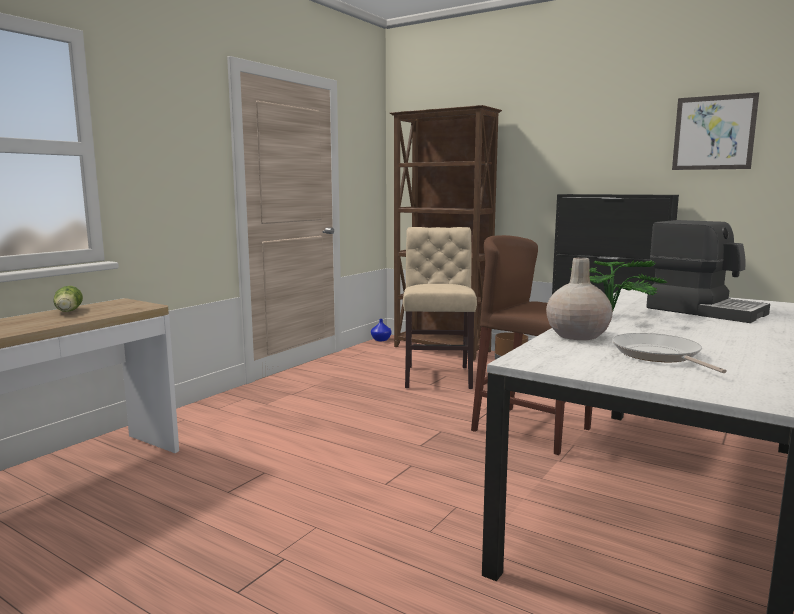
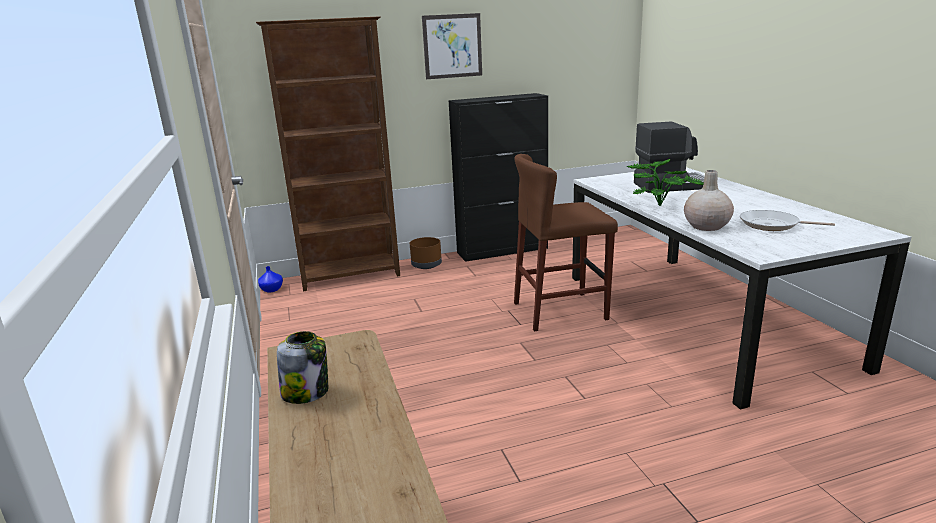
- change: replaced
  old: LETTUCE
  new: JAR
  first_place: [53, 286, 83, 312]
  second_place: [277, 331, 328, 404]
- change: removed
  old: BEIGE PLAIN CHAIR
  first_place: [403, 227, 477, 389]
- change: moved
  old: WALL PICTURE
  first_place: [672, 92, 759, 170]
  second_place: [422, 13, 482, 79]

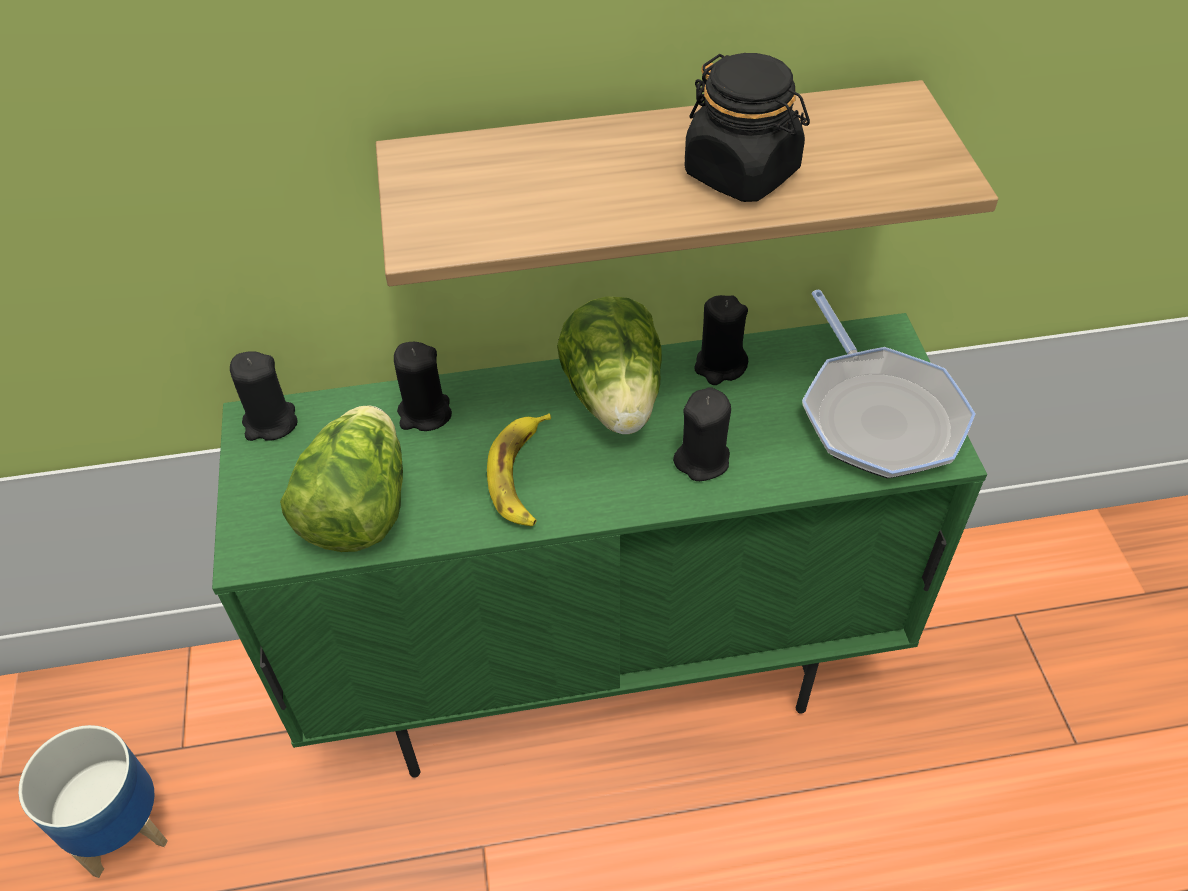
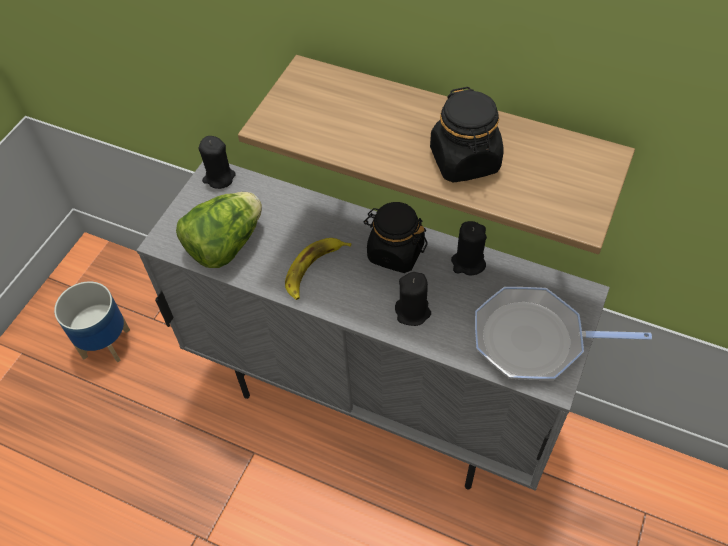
- change: recoloured
  old: GREENISH STORAGE CABINET
  new: GREYISH STORAGE CABINET
  first_place: [212, 313, 987, 778]
  second_place: [137, 162, 610, 491]
- change: removed
  old: BLACK-COLOURED CANDLE
  first_place: [394, 342, 452, 431]
- change: replaced
  old: LETTUCE
  new: BLACK-COLOURED JAR
  first_place: [557, 296, 662, 434]
  second_place: [363, 202, 427, 273]
- change: turned
  old: FRYING PAN
  first_place: [802, 290, 975, 479]
  second_place: [475, 287, 652, 380]
  degrees: 75

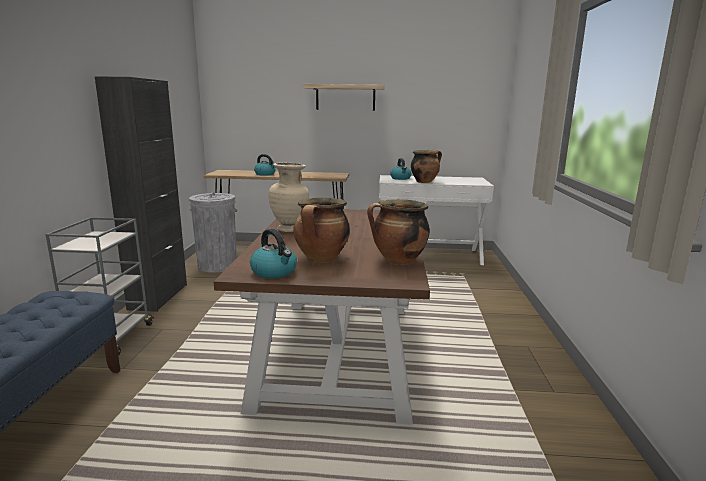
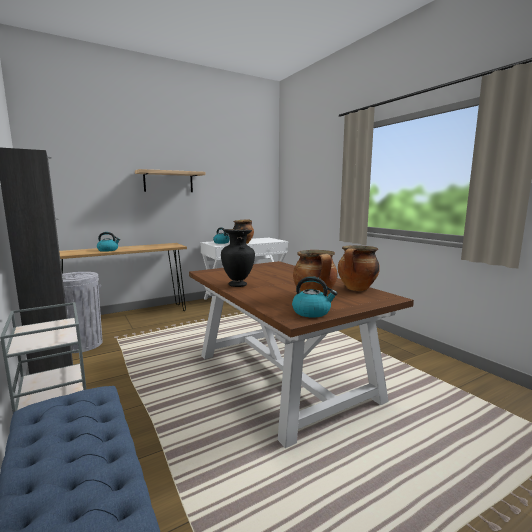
- change: recoloured
  old: BEIGE VASE
  new: BLACK-COLOURED VASE
  first_place: [269, 162, 309, 232]
  second_place: [221, 229, 255, 287]

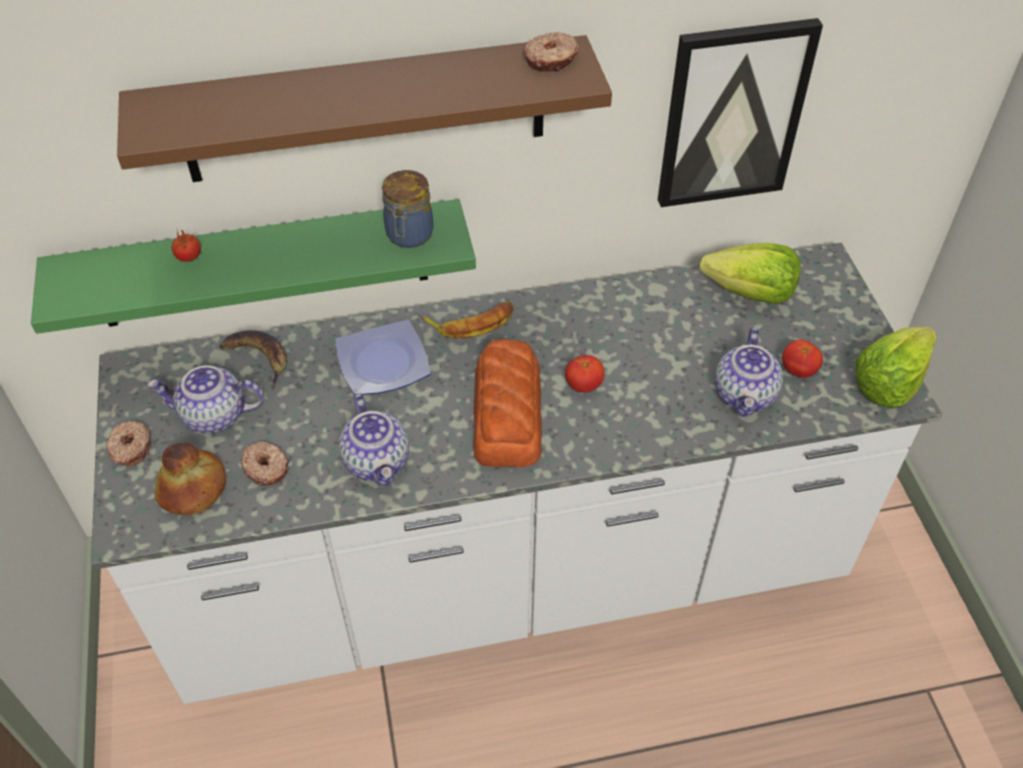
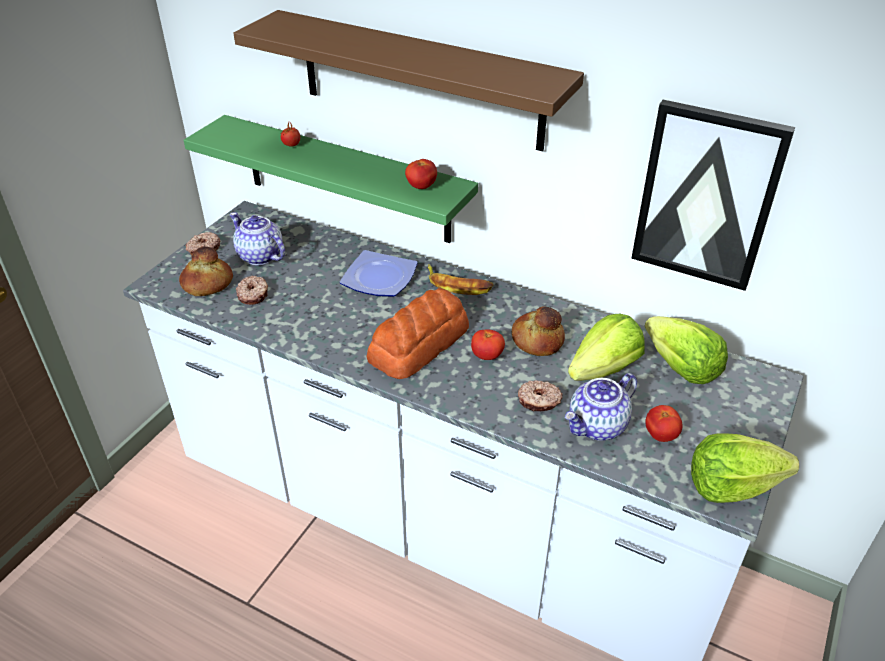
- change: removed
  old: WHOLE BANANA
  first_place: [219, 330, 287, 389]
- change: removed
  old: TEA POT
  first_place: [339, 393, 409, 487]
- change: replaced
  old: JAR
  new: TOMATO
  first_place: [382, 170, 433, 248]
  second_place: [405, 159, 437, 189]
- change: moved
  old: RING DOUGHNUT
  first_place: [523, 32, 580, 72]
  second_place: [518, 380, 563, 411]
- change: added
  new: BREAD
  second_place: [512, 306, 565, 356]
- change: added
  new: LETTUCE
  second_place: [568, 314, 645, 381]

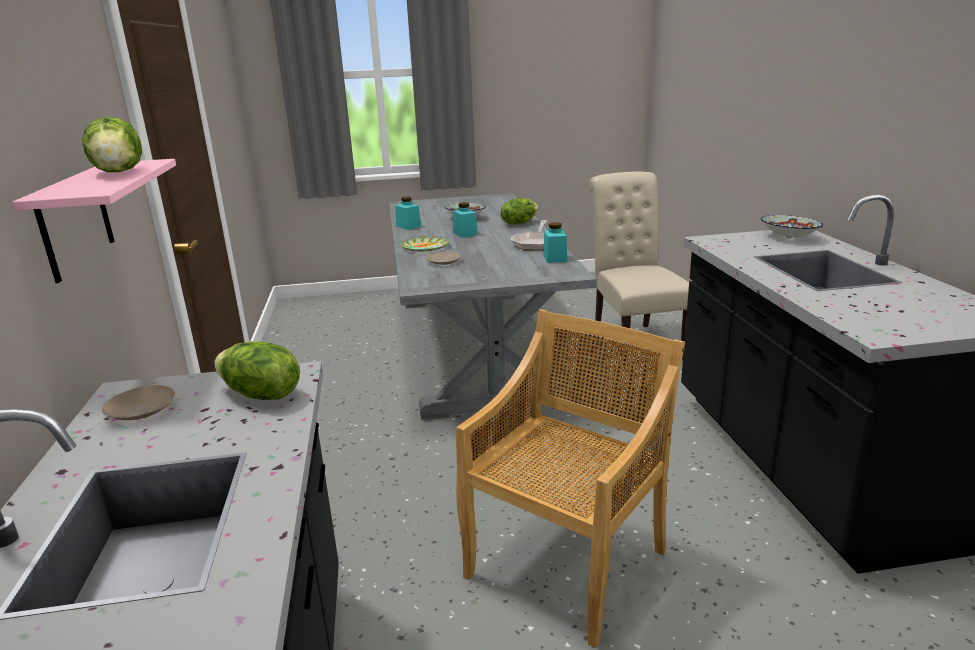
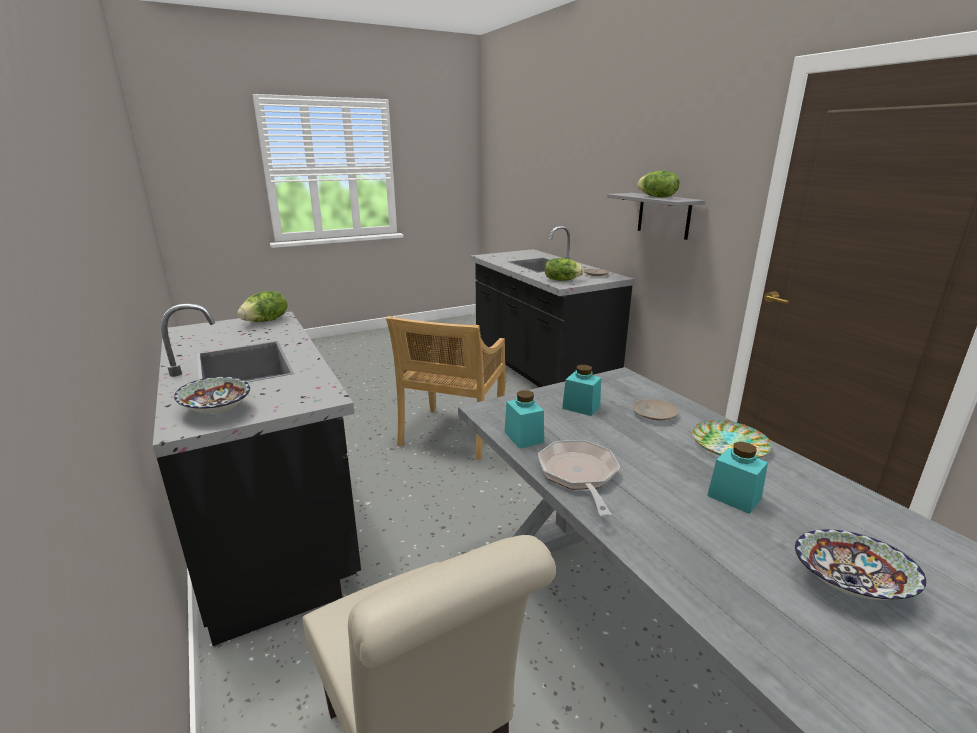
- change: recoloured
  old: PINKISH SHELF
  new: GREYISH SHELF
  first_place: [12, 159, 176, 283]
  second_place: [607, 193, 705, 240]
- change: moved
  old: TURQUOISE JAR
  first_place: [395, 197, 421, 230]
  second_place: [562, 365, 601, 416]
- change: moved
  old: LETTUCE
  first_place: [500, 198, 539, 224]
  second_place: [237, 291, 288, 322]

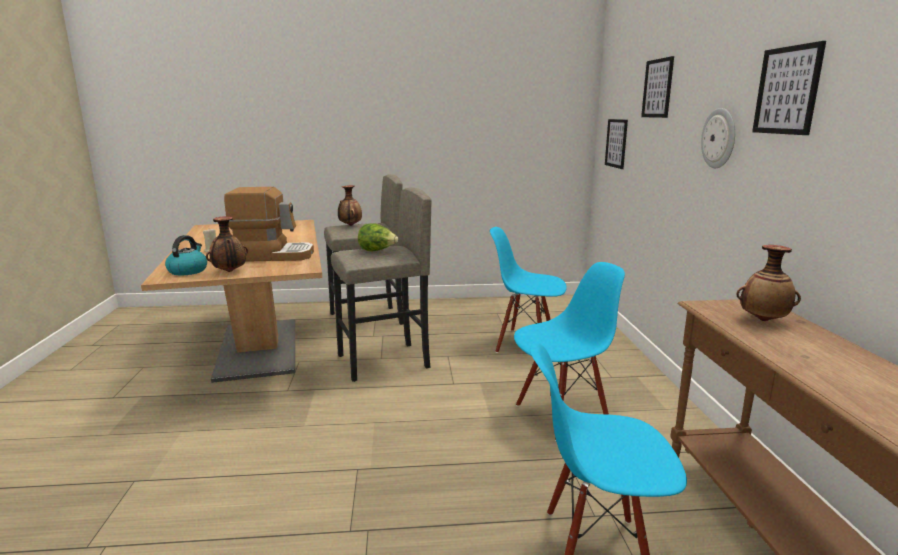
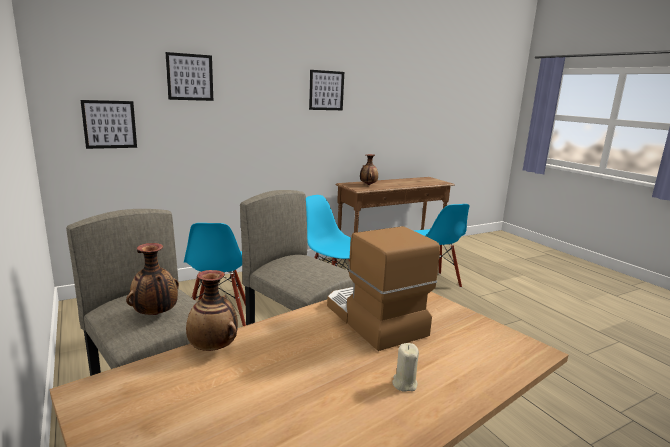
- change: removed
  old: TEA KETTLE
  first_place: [165, 235, 207, 275]
- change: moved
  old: VASE
  first_place: [206, 216, 248, 272]
  second_place: [186, 270, 238, 351]
- change: removed
  old: LETTUCE
  first_place: [358, 223, 398, 252]
- change: removed
  old: CLOCK ON THE WALL
  first_place: [701, 108, 735, 168]

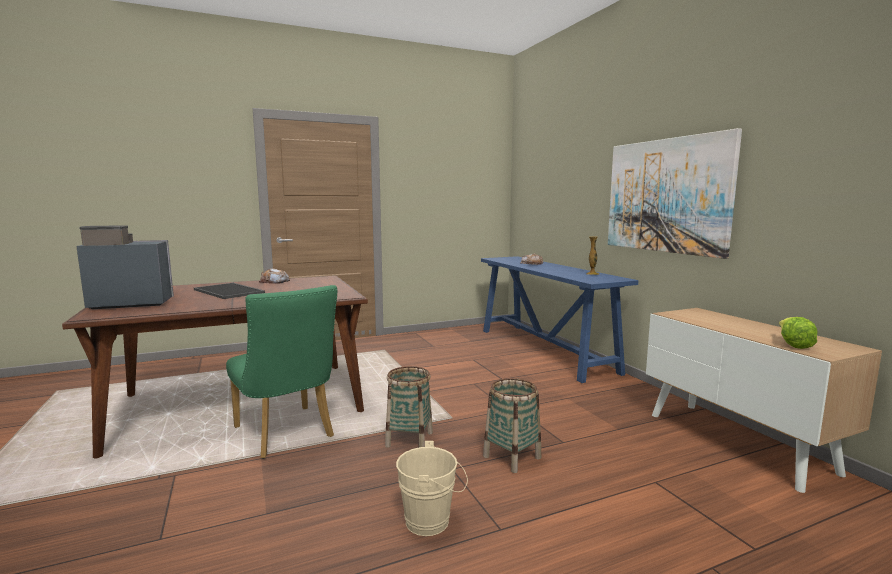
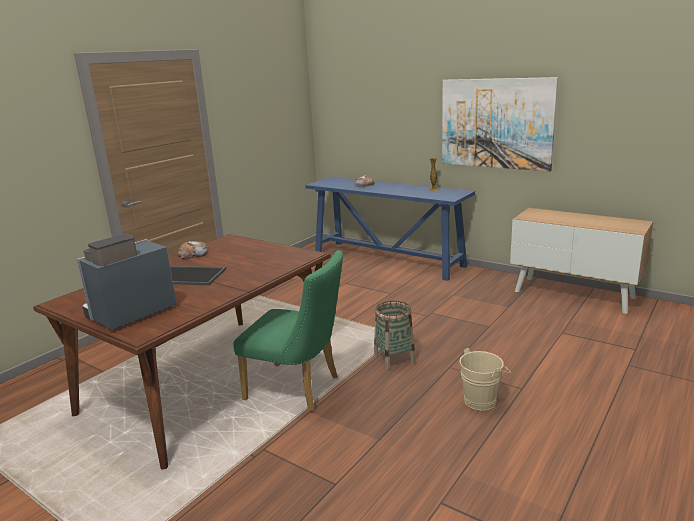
- change: removed
  old: STORAGE BASKET
  first_place: [483, 378, 541, 473]
- change: removed
  old: LETTUCE
  first_place: [779, 317, 818, 349]

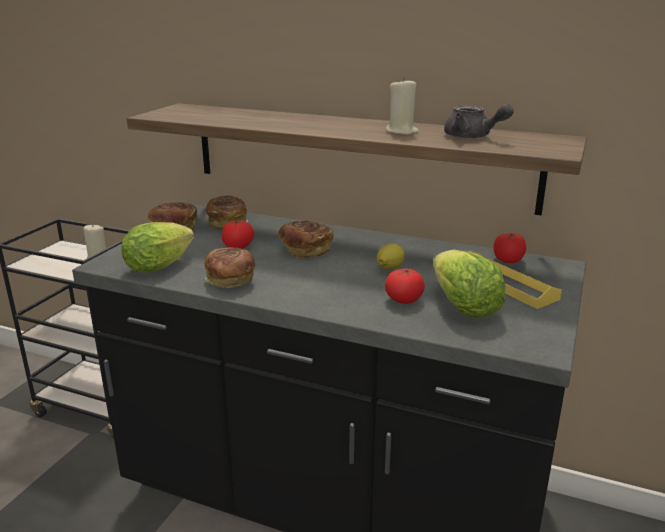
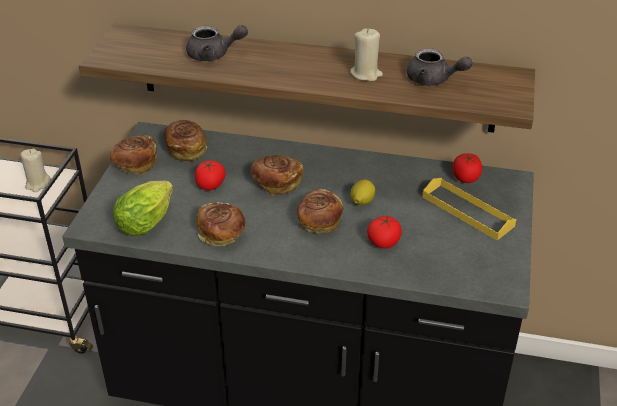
- change: removed
  old: LETTUCE
  first_place: [433, 250, 506, 318]
- change: added
  new: GREYISH TEA POT
  second_place: [186, 25, 248, 61]
- change: added
  new: BREAD
  second_place: [297, 189, 343, 234]

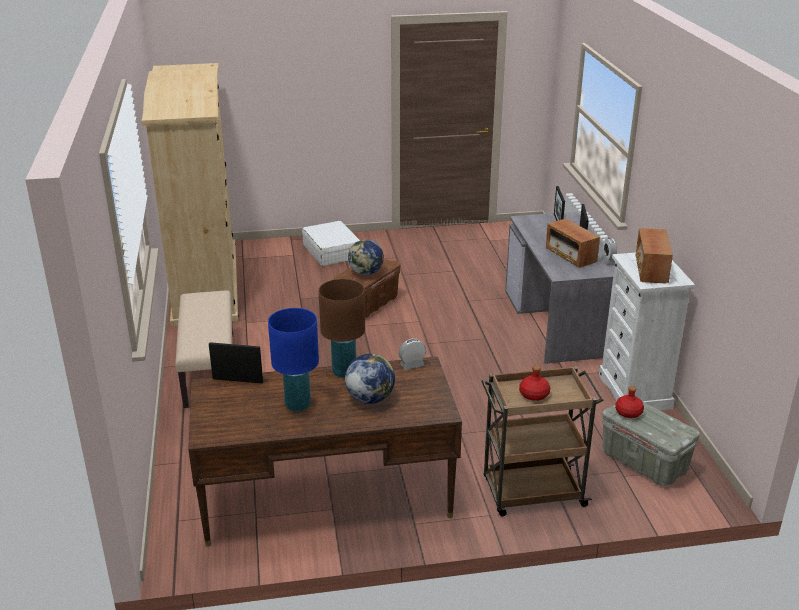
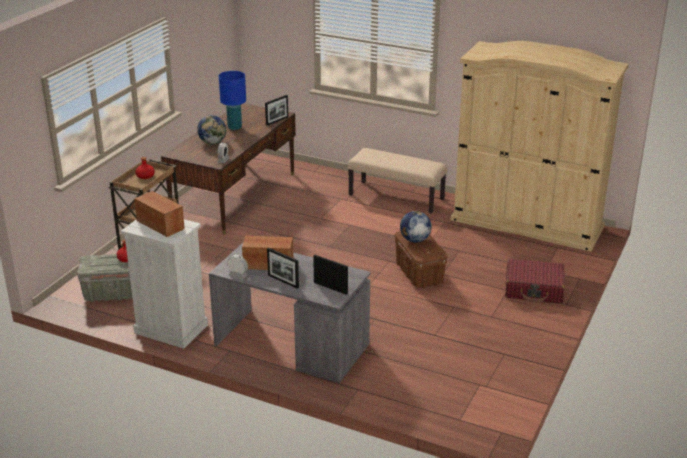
- change: recoloured
  old: WHITISH PIECE OF LUGGAGE
  new: REDDISH PIECE OF LUGGAGE
  first_place: [302, 221, 360, 266]
  second_place: [505, 259, 565, 304]
- change: removed
  old: BROWN TABLETOP LAMP
  first_place: [318, 279, 365, 378]

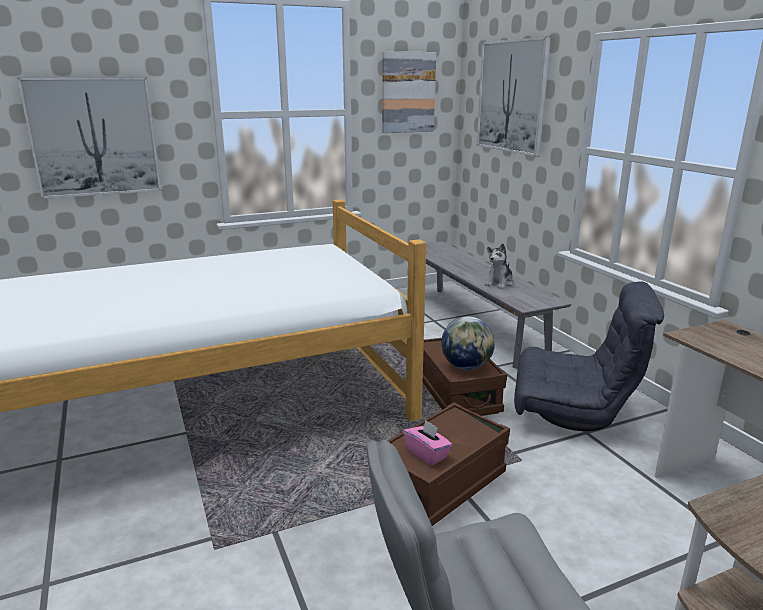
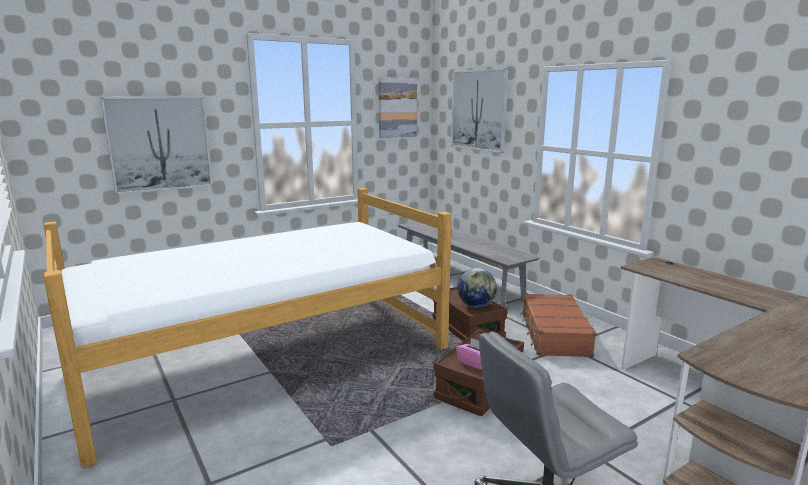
- change: removed
  old: PLUSH TOY
  first_place: [485, 243, 513, 289]
- change: replaced
  old: GREYISH EASY CHAIR
  new: BROWN PIECE OF LUGGAGE
  first_place: [514, 281, 664, 431]
  second_place: [520, 293, 596, 357]

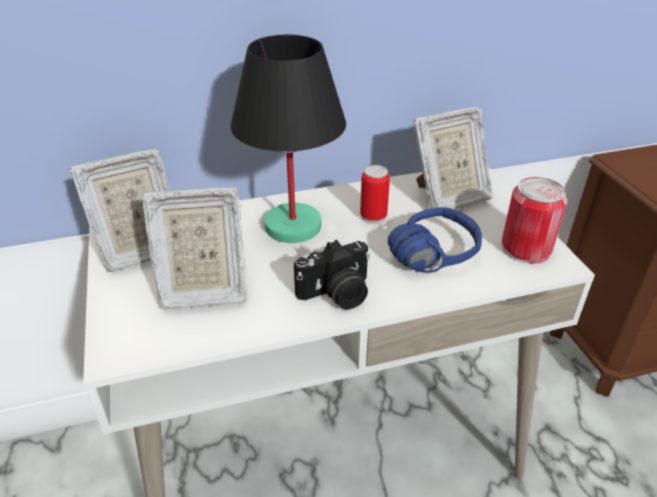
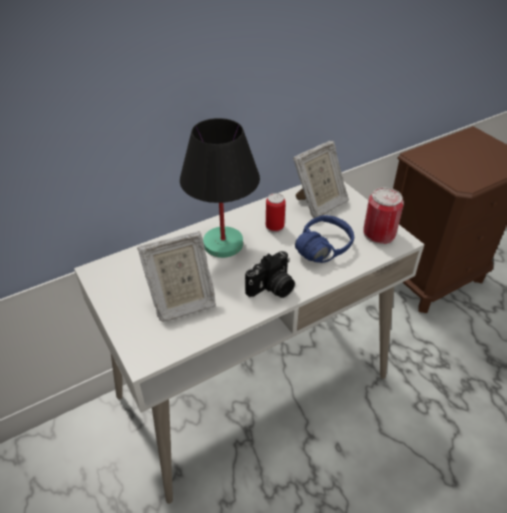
- change: removed
  old: STANDING FRAME
  first_place: [69, 149, 170, 272]

